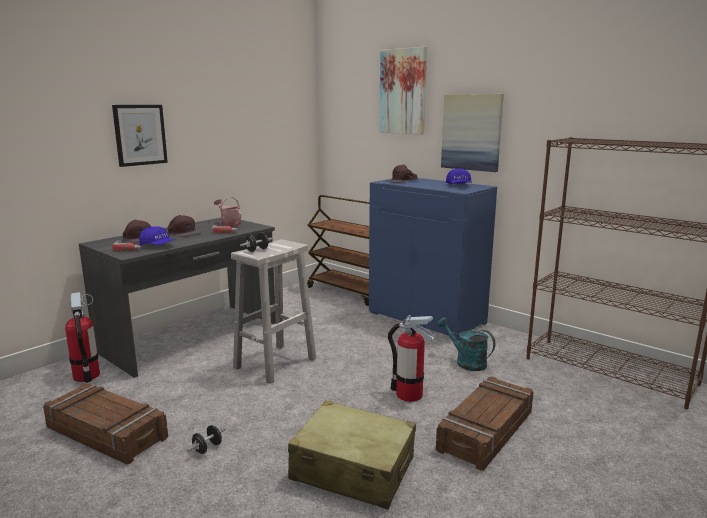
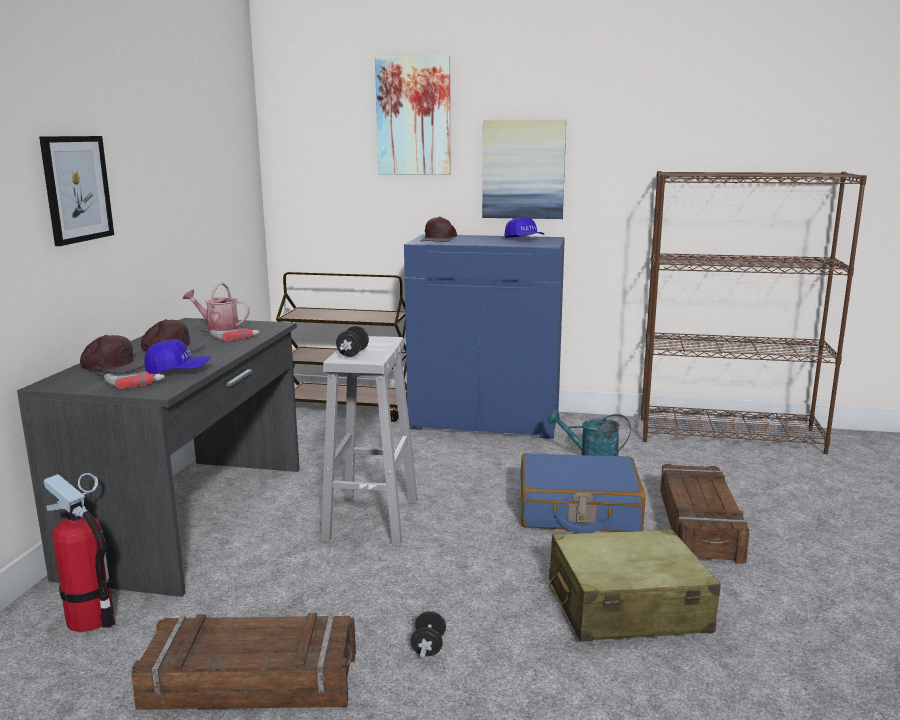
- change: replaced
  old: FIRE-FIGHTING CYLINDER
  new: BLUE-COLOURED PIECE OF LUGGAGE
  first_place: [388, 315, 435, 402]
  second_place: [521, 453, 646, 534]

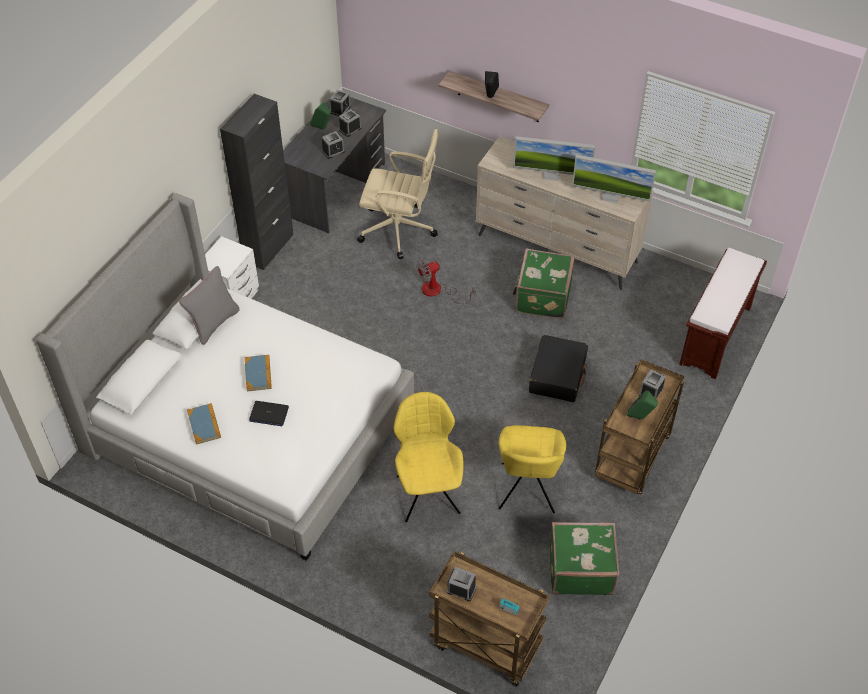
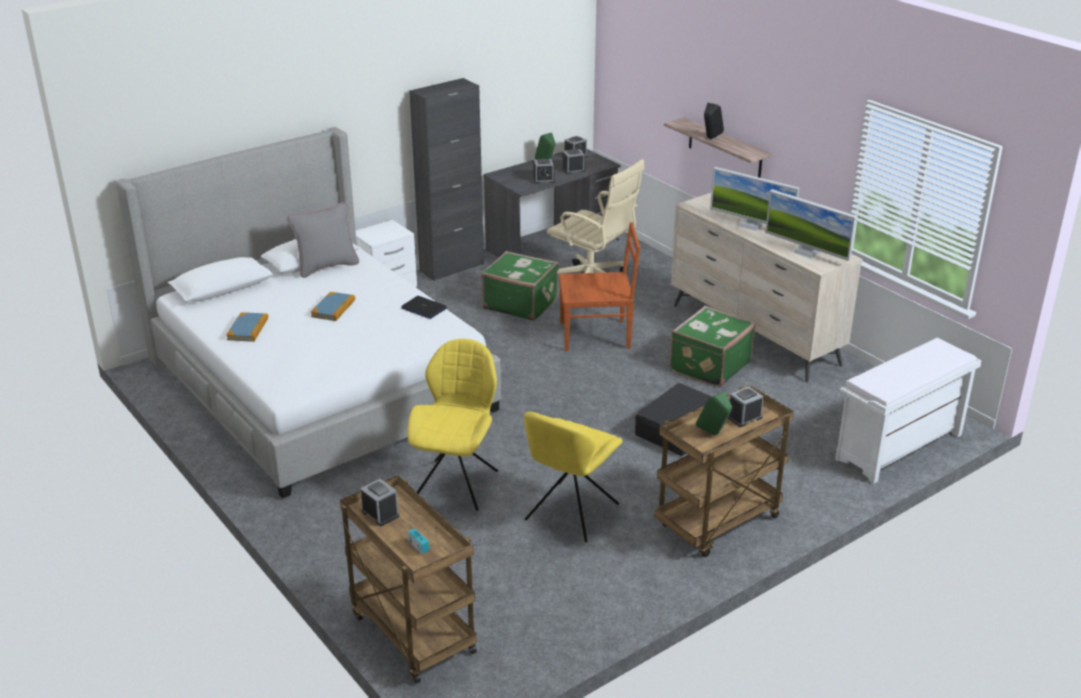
- change: moved
  old: PORTABLE COMPUTER
  first_place: [249, 401, 289, 426]
  second_place: [401, 296, 447, 319]
- change: replaced
  old: COOLING FAN
  new: BROWN PLAIN CHAIR
  first_place: [417, 259, 475, 304]
  second_place: [559, 222, 640, 351]
- change: moved
  old: GREENISH PIECE OF LUGGAGE
  first_place: [549, 522, 620, 595]
  second_place: [481, 251, 559, 321]
- change: recoloured
  old: BROWN INDOOR BENCH
  new: WHITISH INDOOR BENCH
  first_place: [679, 248, 767, 379]
  second_place: [835, 338, 981, 484]

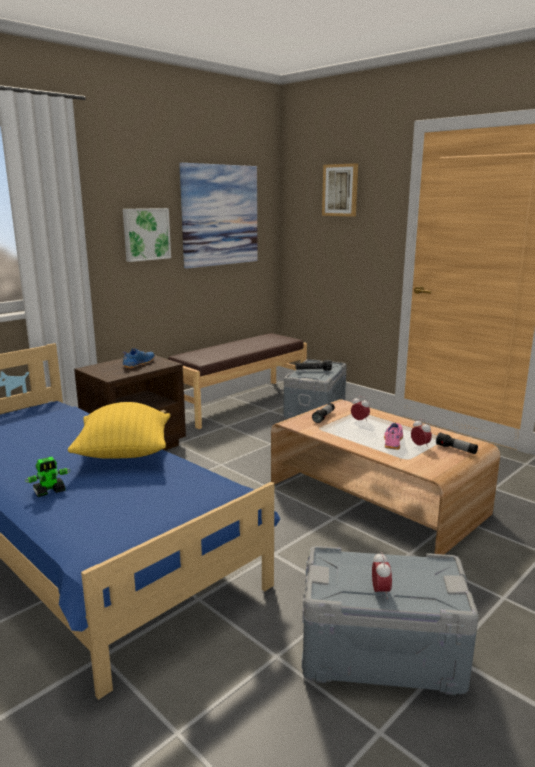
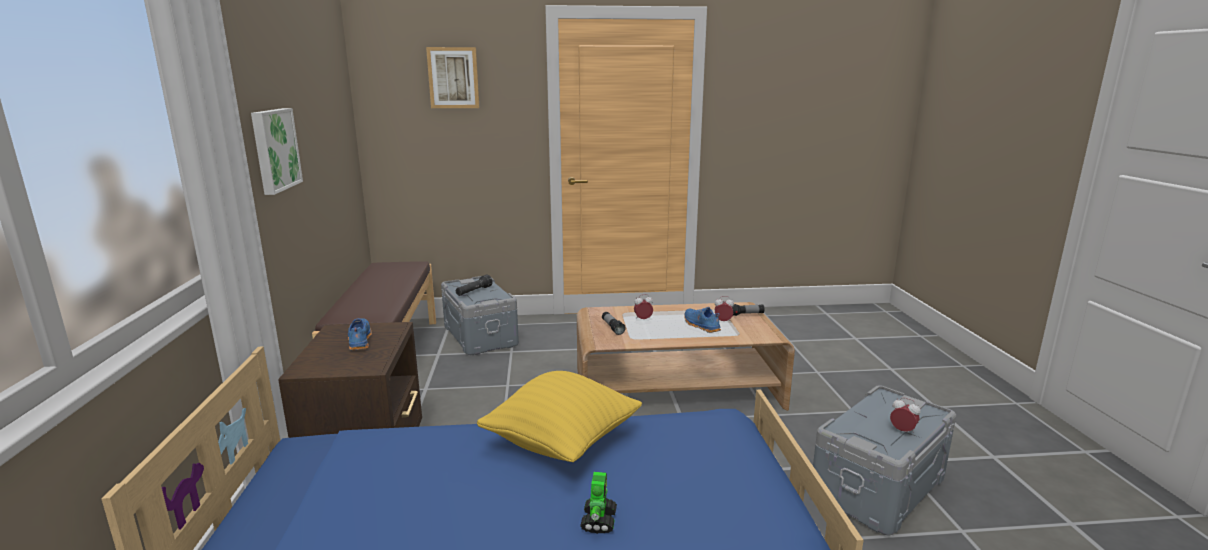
- change: removed
  old: WALL PICTURE
  first_place: [179, 163, 258, 269]
- change: recoloured
  old: PINKISH SHOE
  new: BLUE-COLOURED SHOE
  first_place: [384, 423, 403, 450]
  second_place: [684, 307, 721, 333]

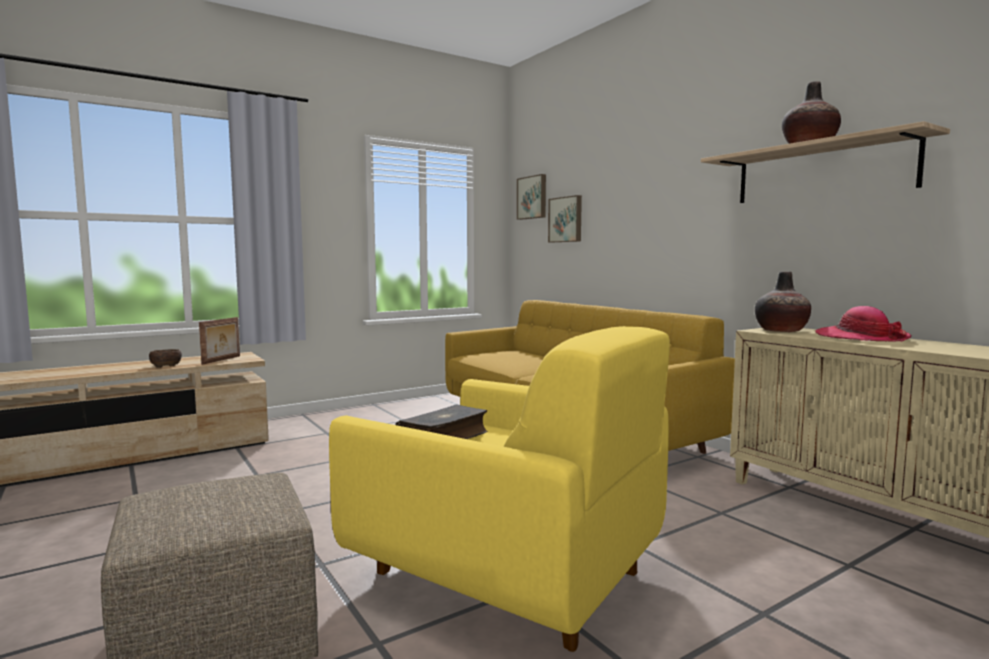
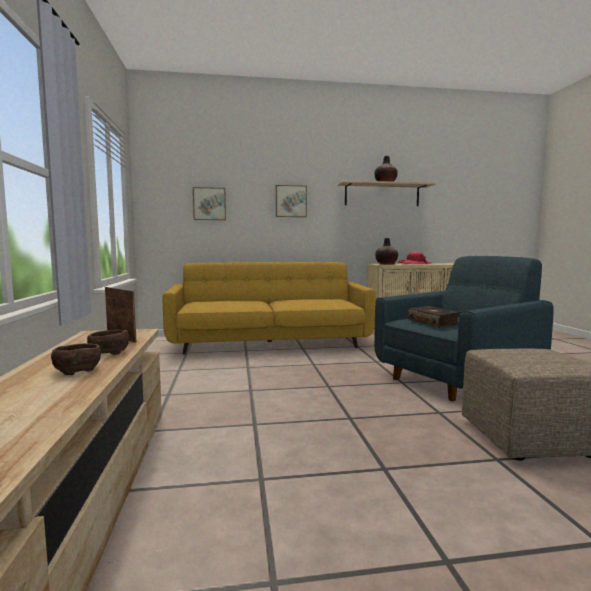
- change: recoloured
  old: YELLOWISH EASY CHAIR
  new: BLUE-COLOURED EASY CHAIR
  first_place: [329, 326, 670, 652]
  second_place: [374, 256, 554, 401]
- change: moved
  old: WALL PICTURE
  first_place: [517, 174, 546, 220]
  second_place: [276, 185, 307, 217]
- change: added
  new: BROWN SERVING BOWL
  second_place: [51, 343, 101, 375]

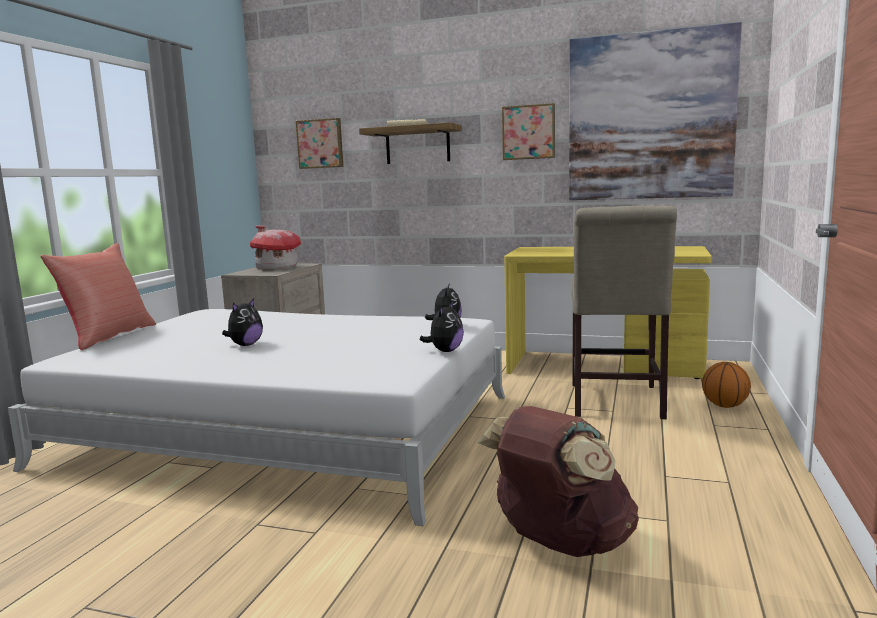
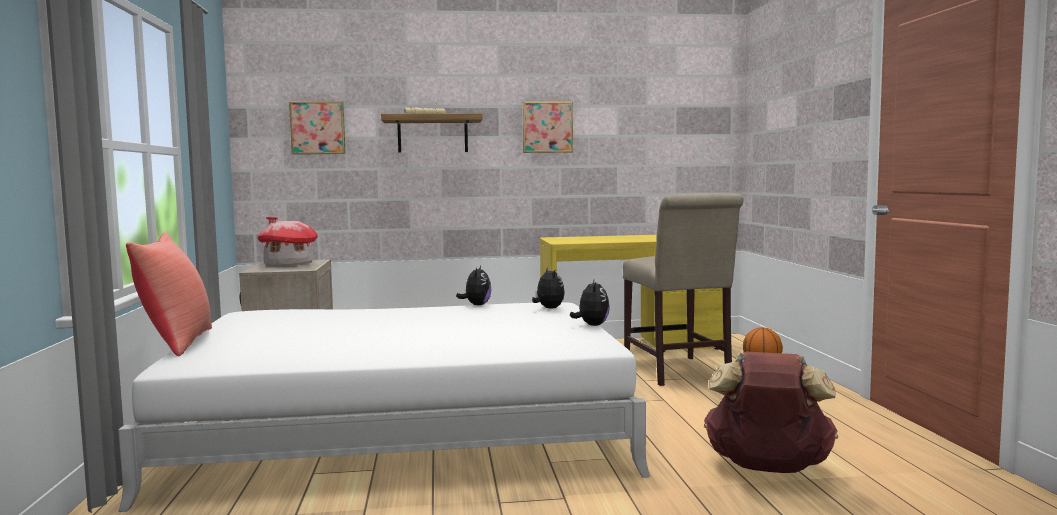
- change: moved
  old: PLUSH TOY
  first_place: [222, 298, 263, 346]
  second_place: [456, 266, 491, 305]
- change: removed
  old: WALL PICTURE
  first_place: [569, 22, 742, 200]

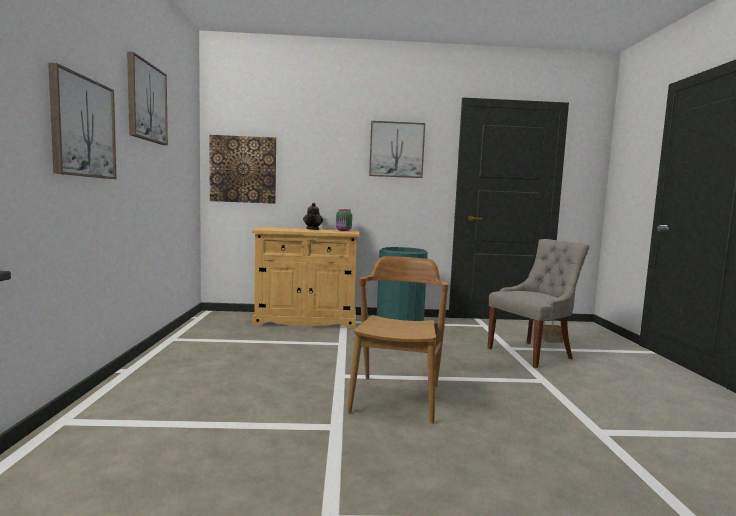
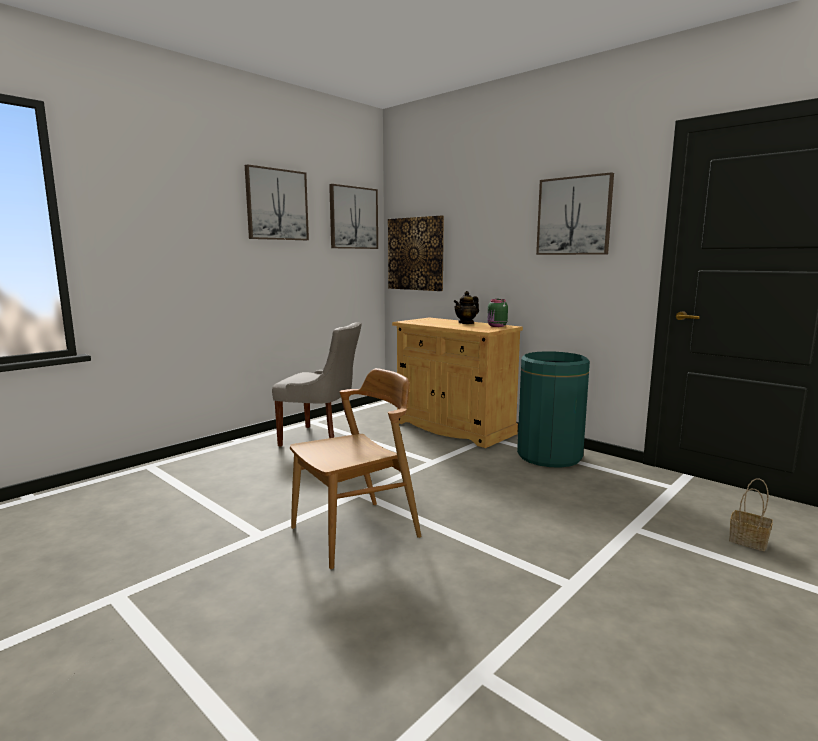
- change: moved
  old: WALL PICTURE
  first_place: [48, 63, 117, 179]
  second_place: [329, 184, 378, 249]
- change: moved
  old: GREYISH PLAIN CHAIR
  first_place: [488, 239, 590, 368]
  second_place: [272, 322, 362, 446]

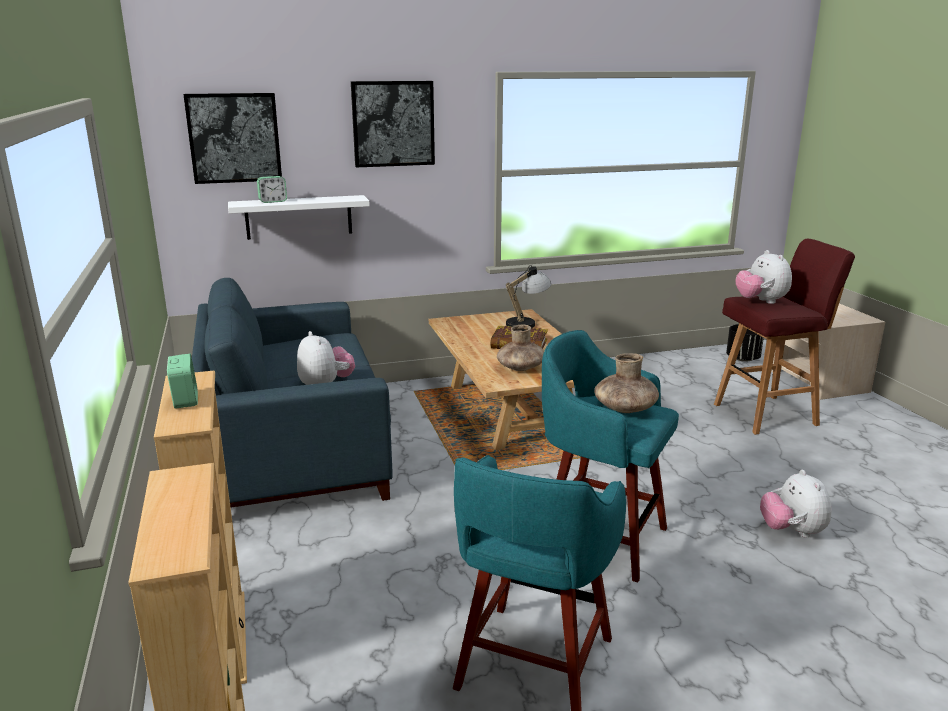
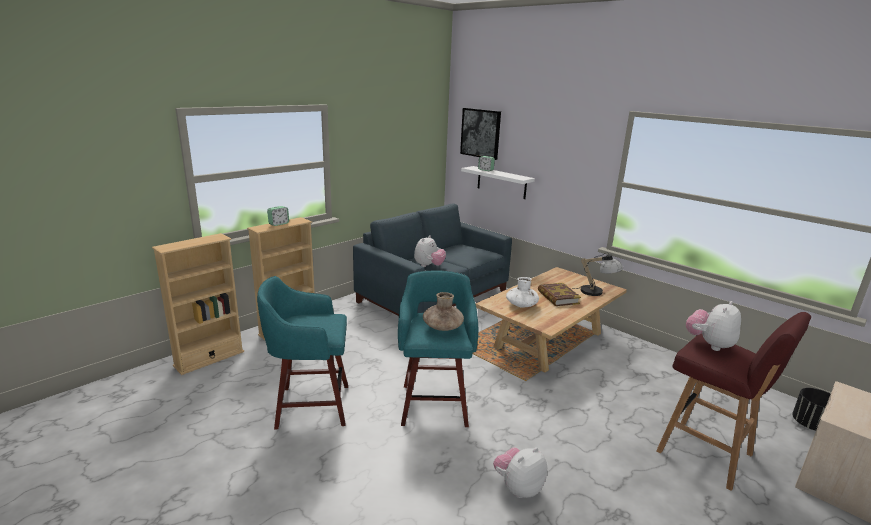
- change: removed
  old: WALL PICTURE
  first_place: [351, 81, 435, 167]
- change: recoloured
  old: BROWN VASE
  new: WHITISH VASE
  first_place: [497, 324, 544, 371]
  second_place: [506, 277, 539, 308]

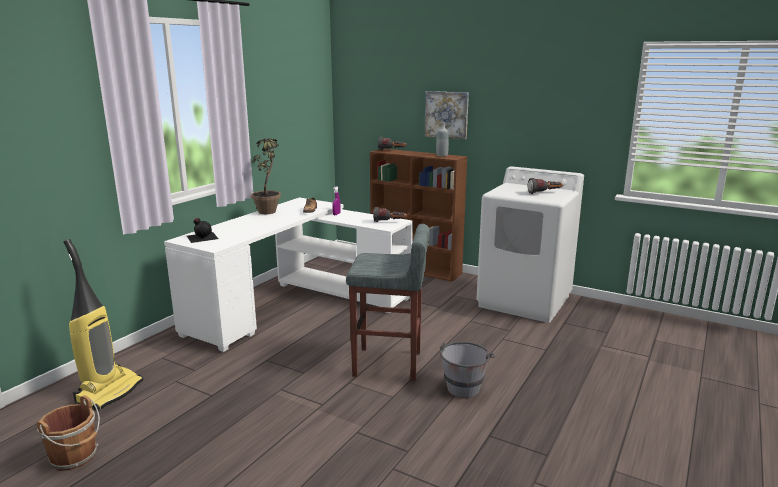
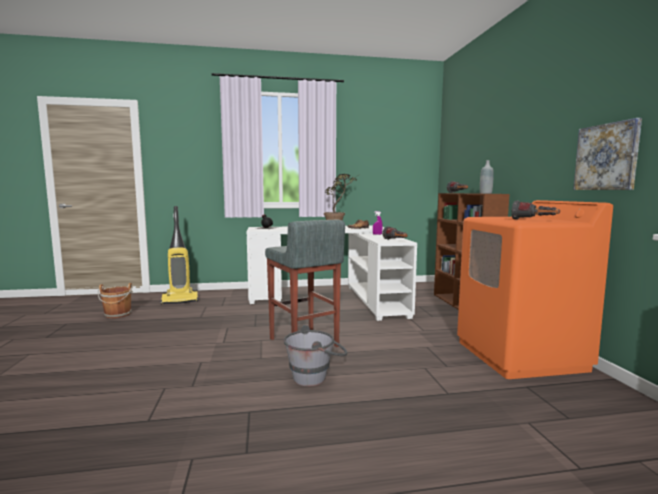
- change: moved
  old: WALL PICTURE
  first_place: [425, 91, 469, 140]
  second_place: [573, 118, 642, 190]
- change: recoloured
  old: WHITISH WASHING MACHINE
  new: ORANGE WASHING MACHINE
  first_place: [476, 166, 584, 323]
  second_place: [457, 200, 613, 379]

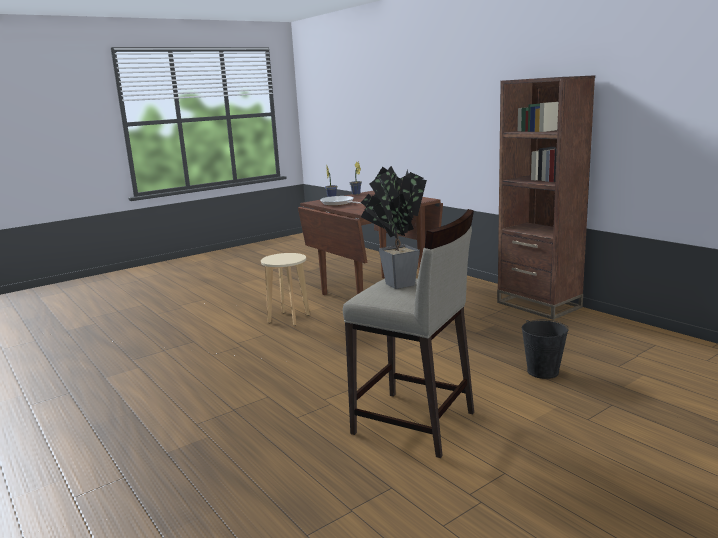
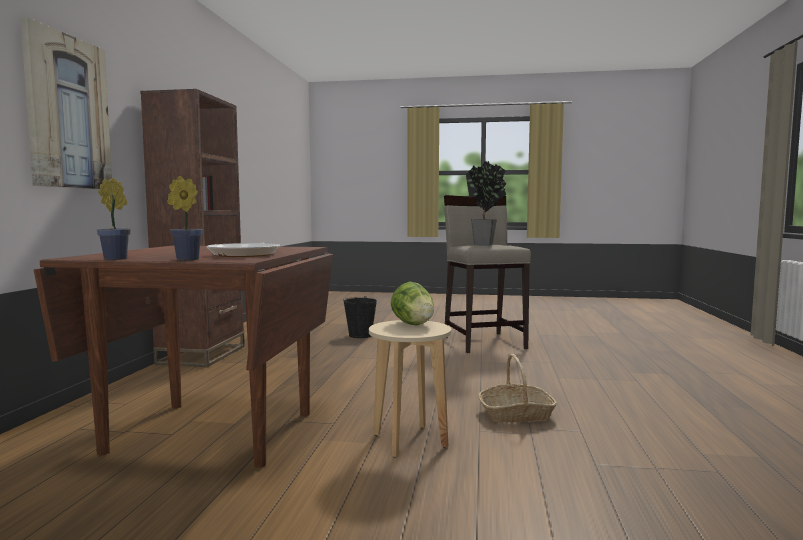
- change: added
  new: WALL PICTURE
  second_place: [20, 17, 112, 189]
- change: added
  new: LETTUCE
  second_place: [391, 282, 434, 325]
- change: added
  new: STORAGE BASKET
  second_place: [478, 354, 557, 423]

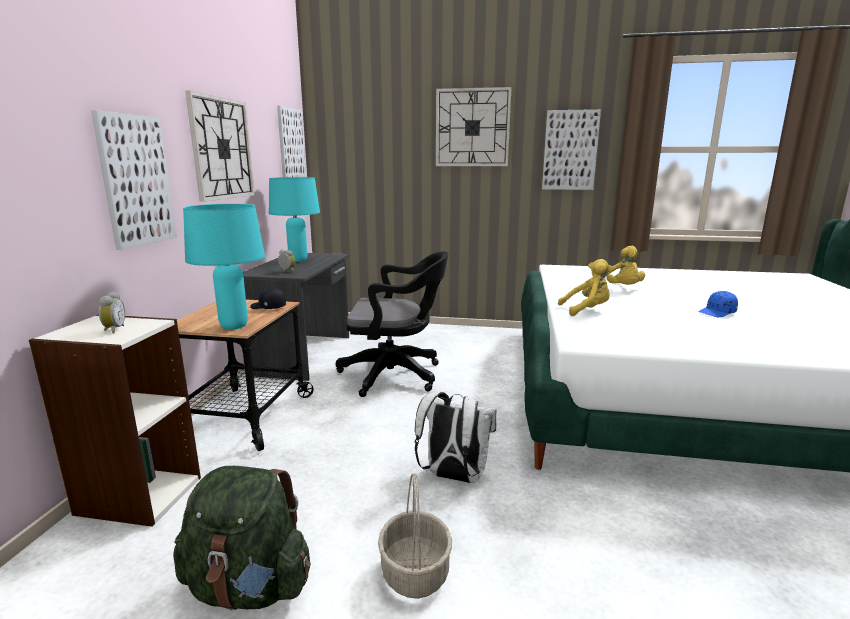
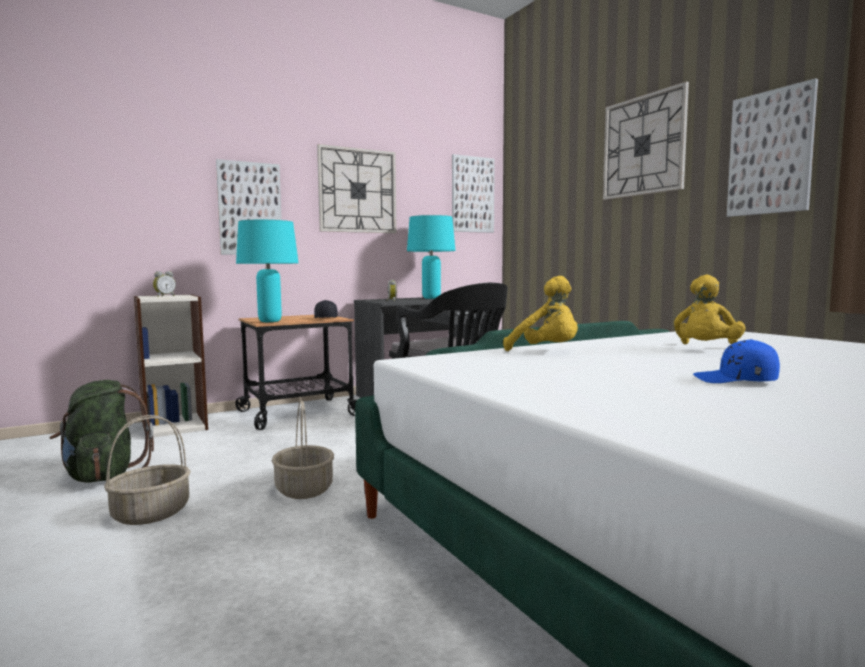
- change: replaced
  old: WHITISH KNAPSACK
  new: STORAGE BASKET
  first_place: [415, 391, 497, 483]
  second_place: [272, 400, 334, 499]

